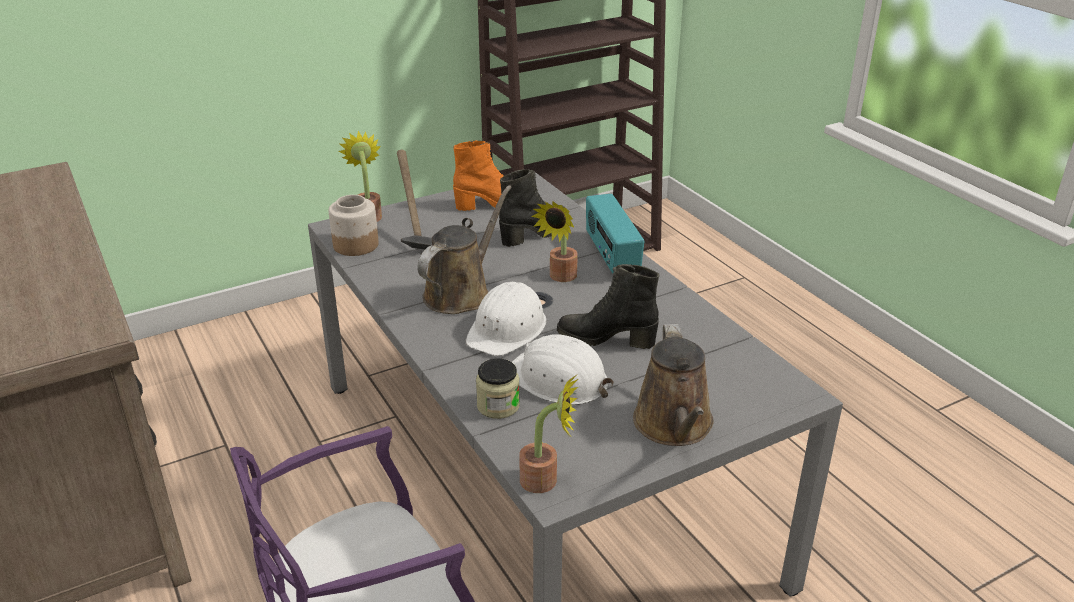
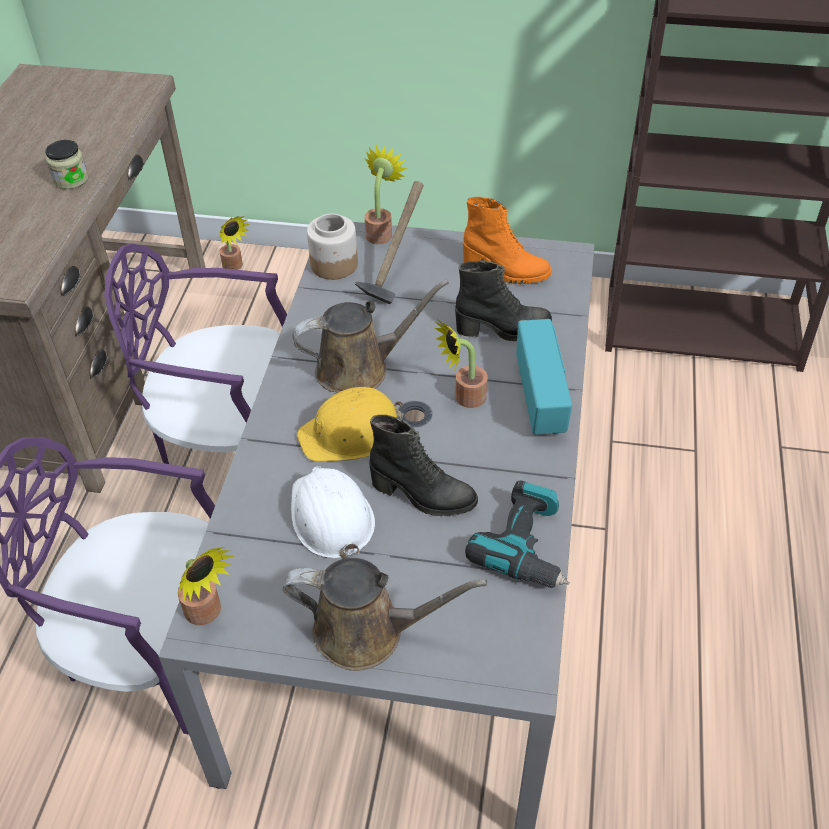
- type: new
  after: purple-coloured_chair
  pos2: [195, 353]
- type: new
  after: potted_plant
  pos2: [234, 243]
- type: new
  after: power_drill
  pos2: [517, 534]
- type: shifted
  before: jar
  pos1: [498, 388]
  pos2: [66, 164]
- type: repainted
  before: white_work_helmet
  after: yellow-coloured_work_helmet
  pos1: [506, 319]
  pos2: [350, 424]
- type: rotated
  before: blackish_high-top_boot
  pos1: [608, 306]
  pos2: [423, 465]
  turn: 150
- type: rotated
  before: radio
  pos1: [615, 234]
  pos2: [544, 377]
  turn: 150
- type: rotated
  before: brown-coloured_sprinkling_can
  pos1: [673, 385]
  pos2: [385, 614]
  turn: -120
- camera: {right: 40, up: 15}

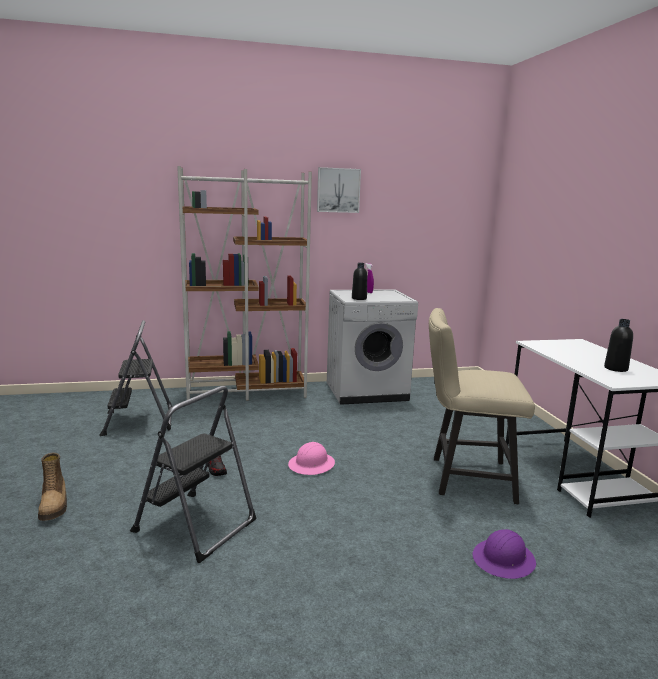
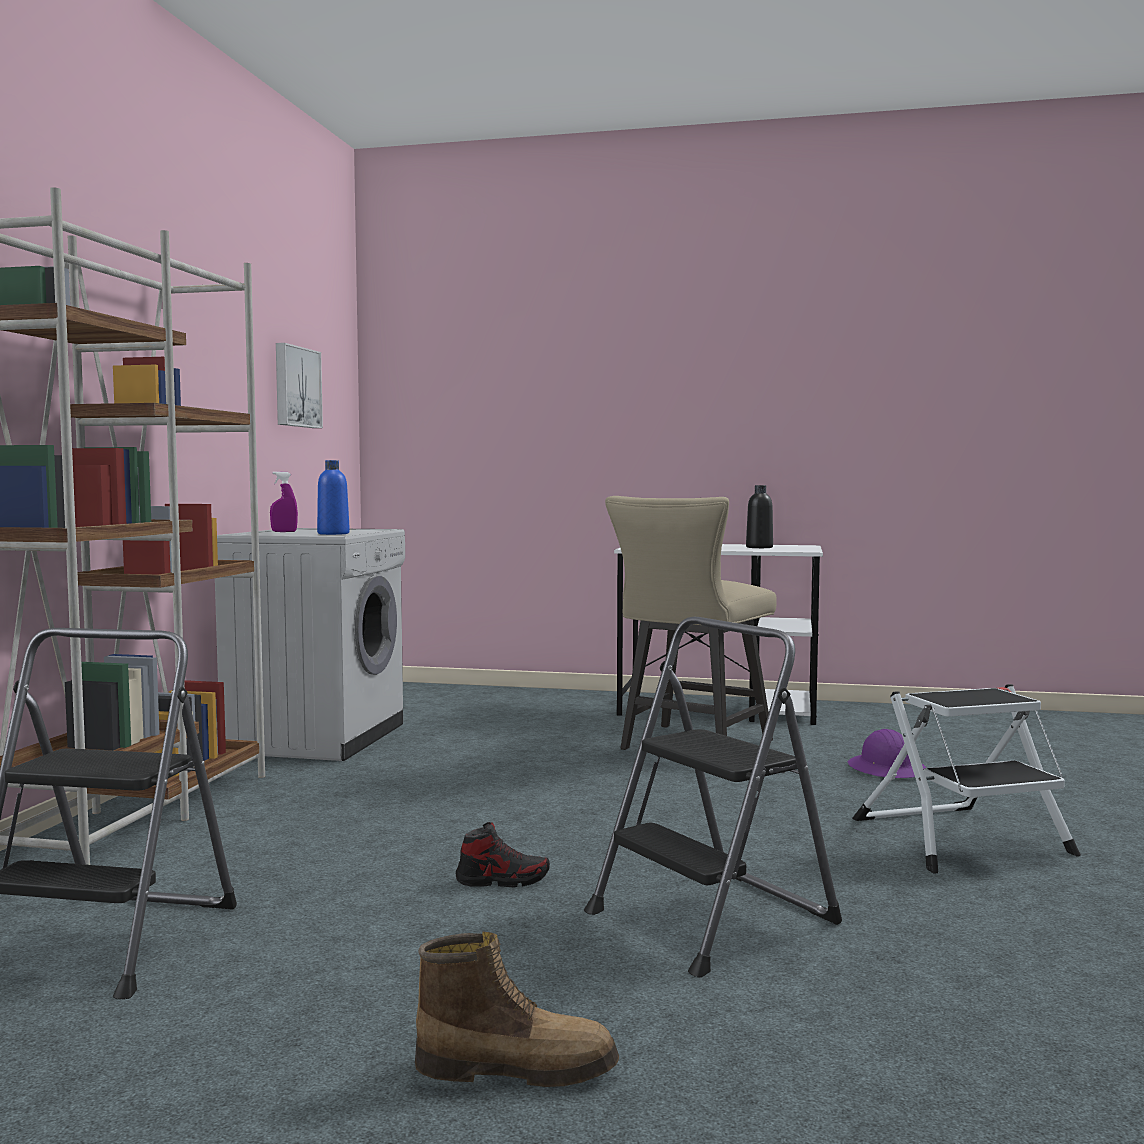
- type: gone
  before: pink-coloured_work_helmet
  pos1: [311, 458]
- type: new
  after: step_ladder
  pos2: [966, 779]
- type: shifted
  before: picture
  pos1: [339, 190]
  pos2: [299, 385]
- type: repainted
  before: blackish_drink_bottle
  after: blue_drink_bottle
  pos1: [359, 281]
  pos2: [333, 497]
- camera: {right: -65, up: -10}

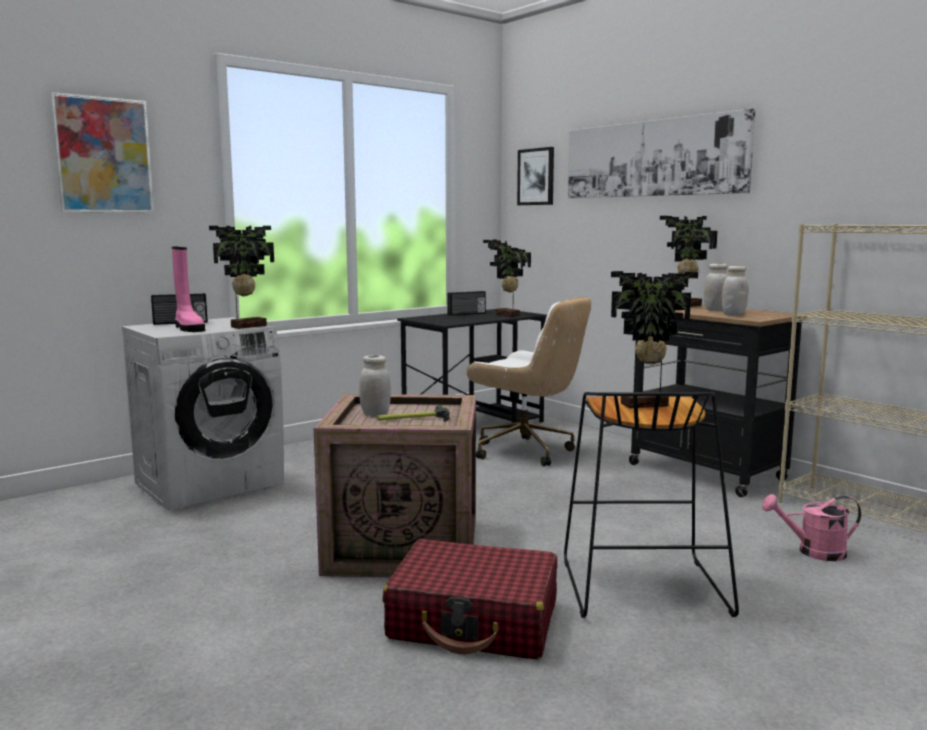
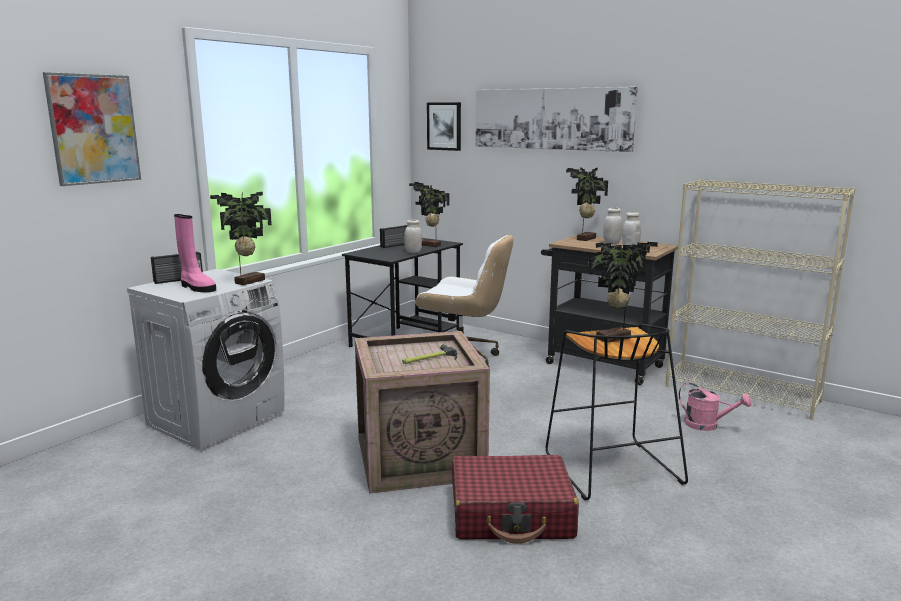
- type: shifted
  before: white_jar
  pos1: [375, 385]
  pos2: [413, 236]
- type: rotated
  before: pink-coloured_sprinkling_can
  pos1: [811, 527]
  pos2: [715, 407]
  turn: -135
- camera: {right: -15, up: 5}

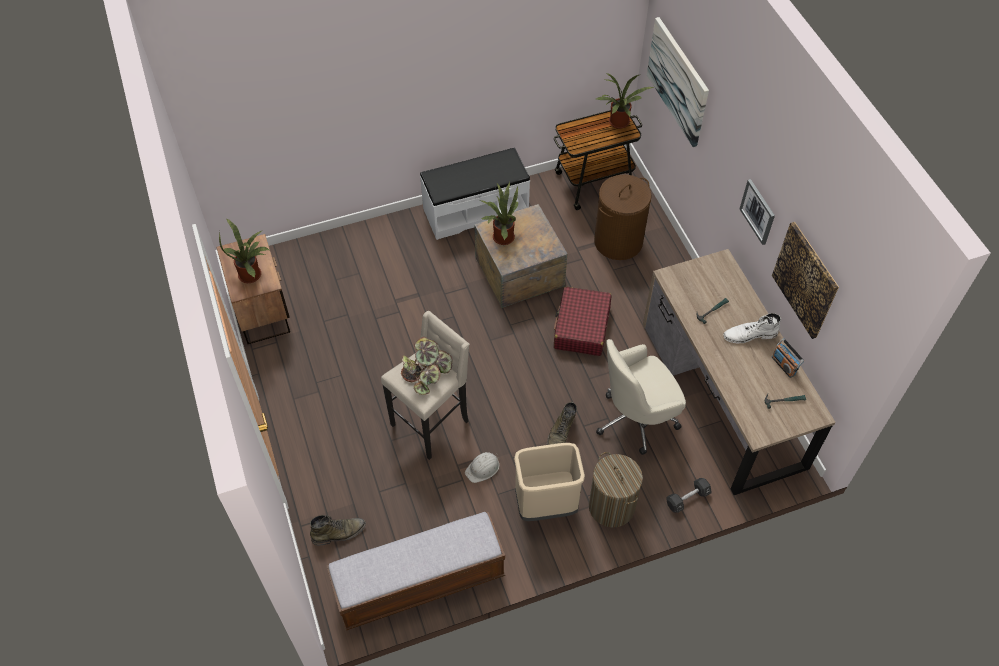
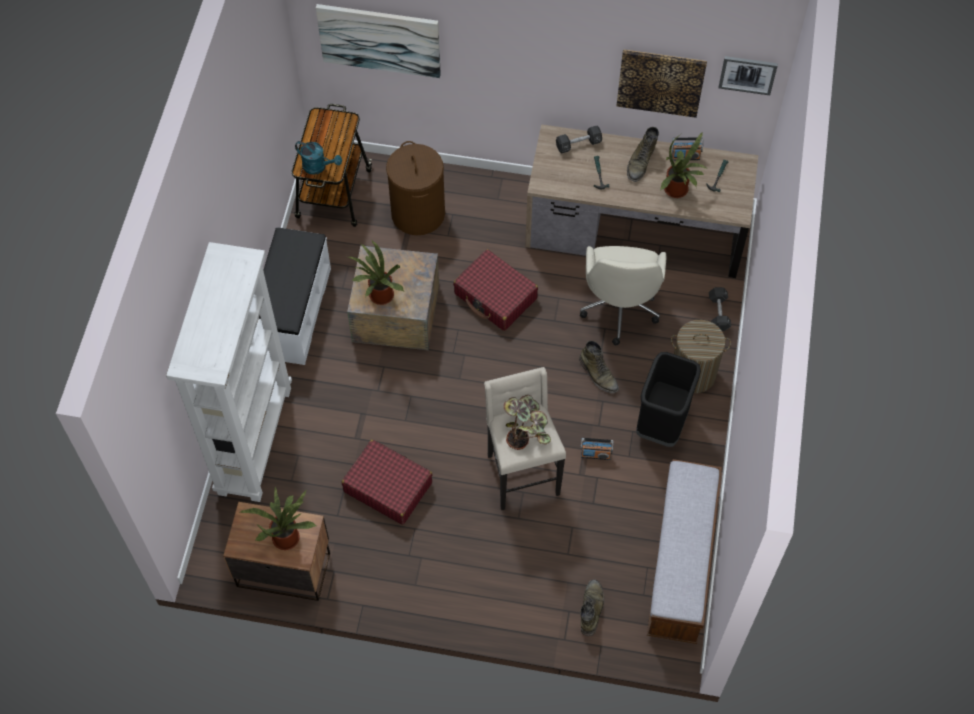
- type: new
  after: white_bookshelf
  pos2: [229, 372]
- type: new
  after: turquoise_sprinkling_can
  pos2: [318, 158]
- type: new
  after: red_suitcase
  pos2: [387, 482]
- type: new
  after: blackish_free_weight
  pos2: [579, 140]
- type: shifted
  before: potted_plant
  pos1: [625, 101]
  pos2: [684, 165]
- type: shifted
  before: picture
  pos1: [757, 212]
  pos2: [748, 75]
- type: swapped
  before: white_work_helmet
  after: radio
  pos1: [482, 467]
  pos2: [597, 449]
- type: repainted
  before: beige-coloured_waste_bin
  after: blackish_waste_bin
  pos1: [549, 482]
  pos2: [668, 399]
- type: repainted
  before: white_high-top_boot
  after: green_high-top_boot
  pos1: [752, 328]
  pos2: [643, 154]
- camera: {right: -60, up: 5}

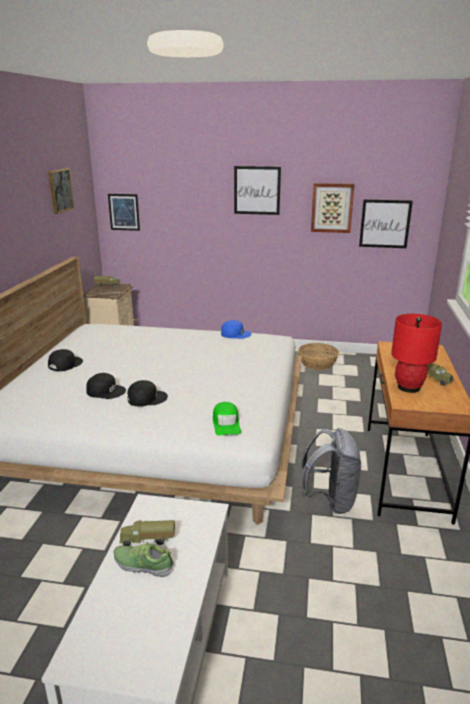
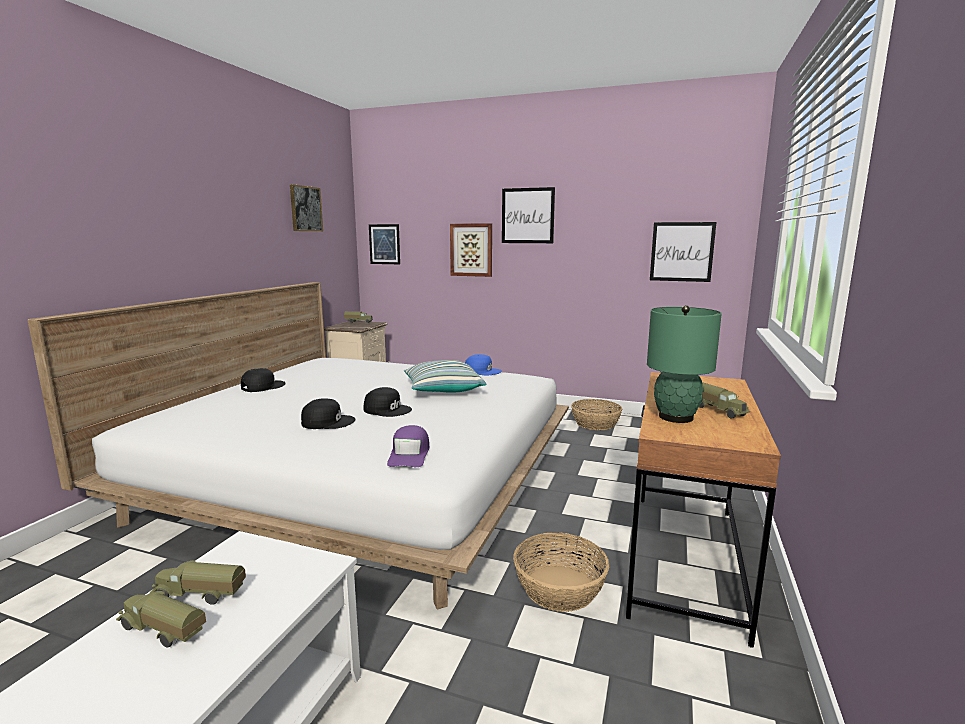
- type: new
  after: pillow
  pos2: [445, 376]
- type: shifted
  before: blackish_peaked_cap
  pos1: [106, 386]
  pos2: [387, 402]
- type: shifted
  before: picture
  pos1: [333, 208]
  pos2: [471, 250]
- type: swapped
  before: item_of_footwear
  after: toy_truck
  pos1: [144, 559]
  pos2: [161, 619]
- type: swapped
  before: grey_rucksack
  after: household_basket
  pos1: [331, 471]
  pos2: [561, 572]
- type: repainted
  before: green_peaked_cap
  after: purple-coloured_peaked_cap
  pos1: [227, 419]
  pos2: [408, 446]
- type: repainted
  before: red_tabletop_lamp
  after: green_tabletop_lamp
  pos1: [416, 353]
  pos2: [684, 364]
- camera: {right: 10, up: -10}

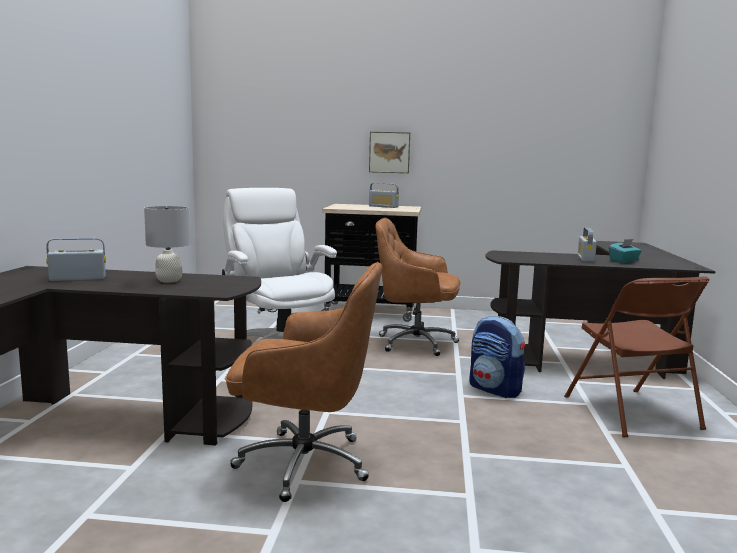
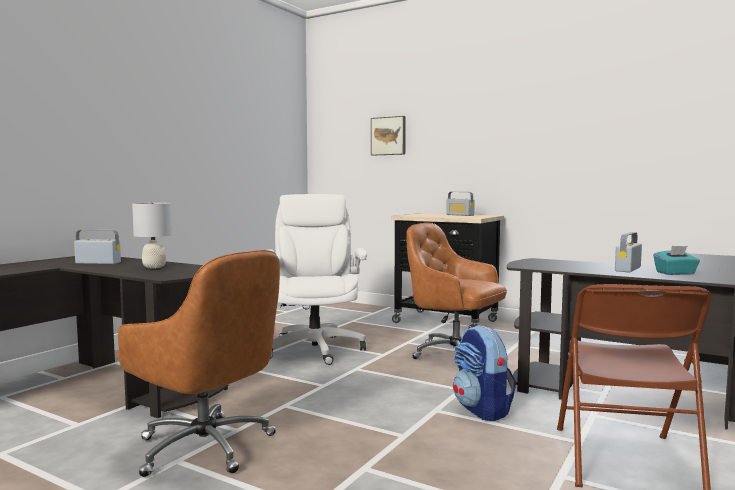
- type: shifted
  before: picture
  pos1: [389, 152]
  pos2: [388, 136]
- camera: {right: 25, up: -5}

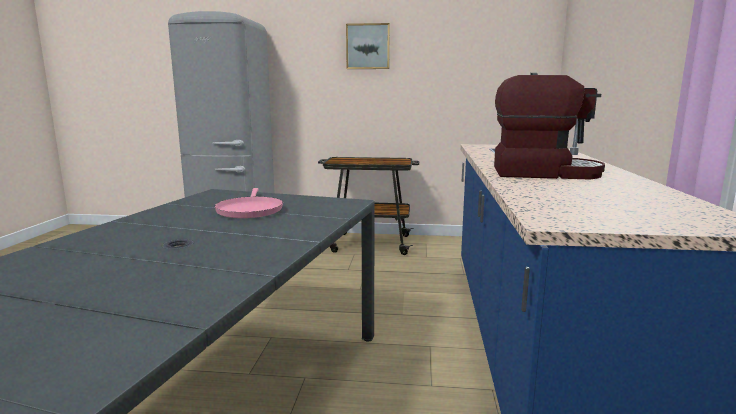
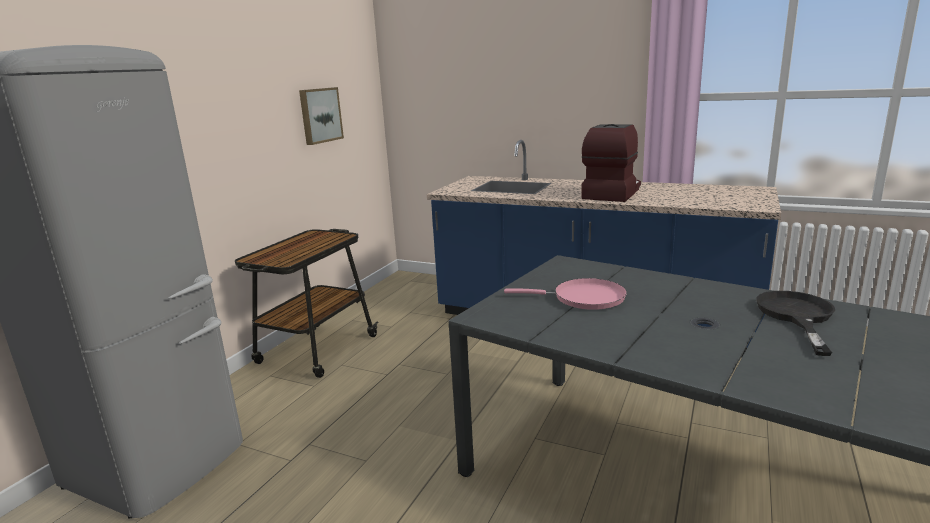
- type: new
  after: blackish_pan
  pos2: [795, 323]
- type: shifted
  before: picture
  pos1: [368, 46]
  pos2: [321, 116]
- camera: {right: -70, up: 5}

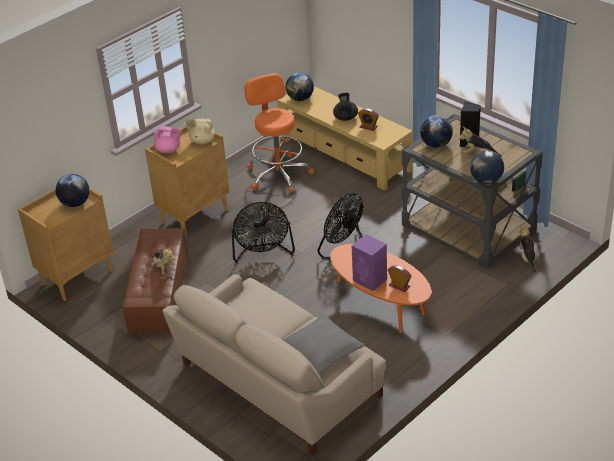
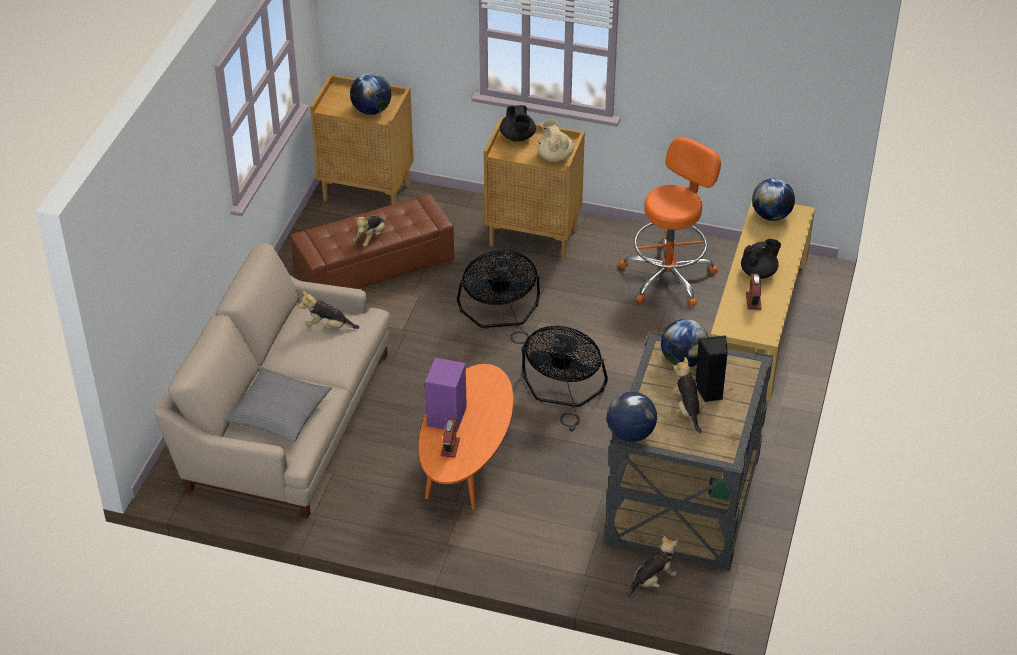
- type: new
  after: cuddly_toy
  pos2: [329, 310]
- type: repainted
  before: pink-coloured_pot_for_tea
  after: blackish_pot_for_tea
  pos1: [168, 139]
  pos2: [518, 123]
- type: rotated
  before: blackish_cooling_fan
  pos1: [263, 232]
  pos2: [498, 298]
  turn: 120
- camera: {right: 60, up: 5}

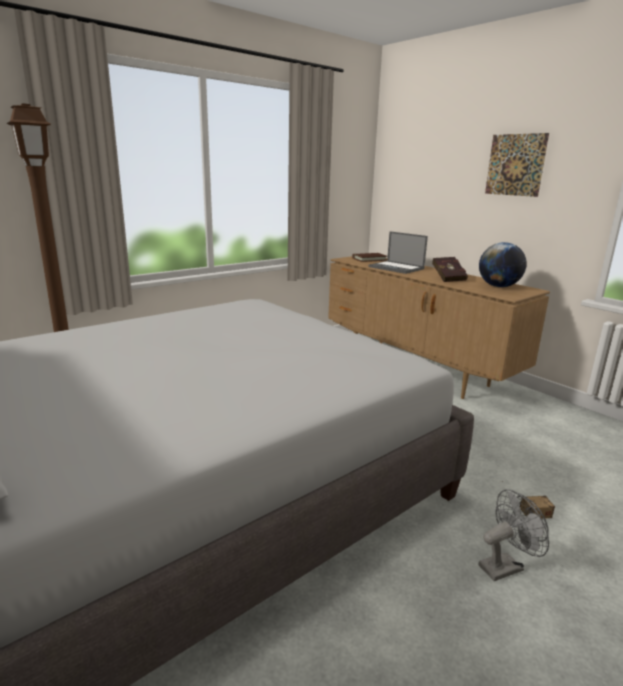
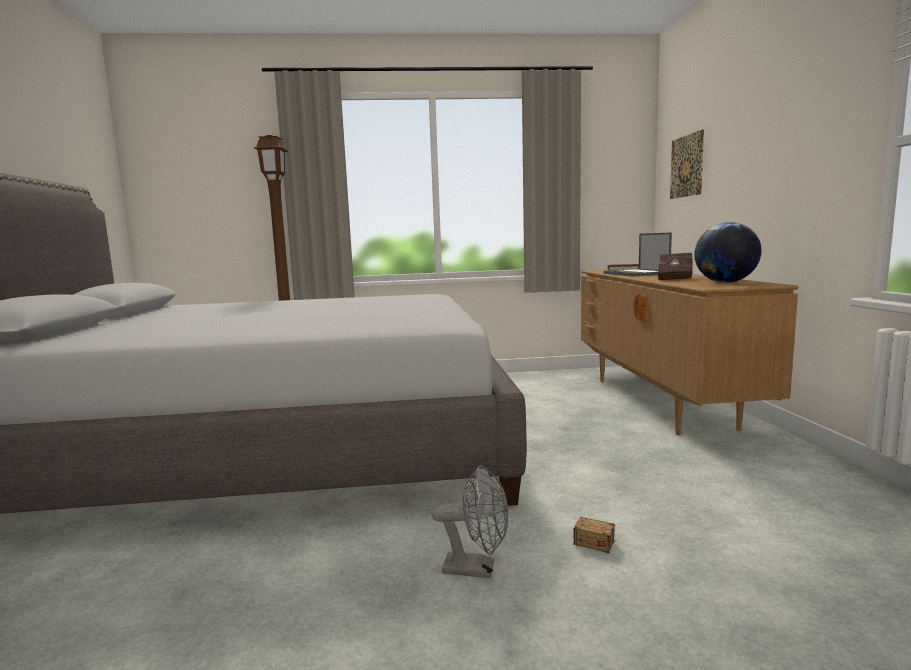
- type: shifted
  before: picture
  pos1: [517, 165]
  pos2: [687, 164]
- camera: {right: 35, up: -10}

